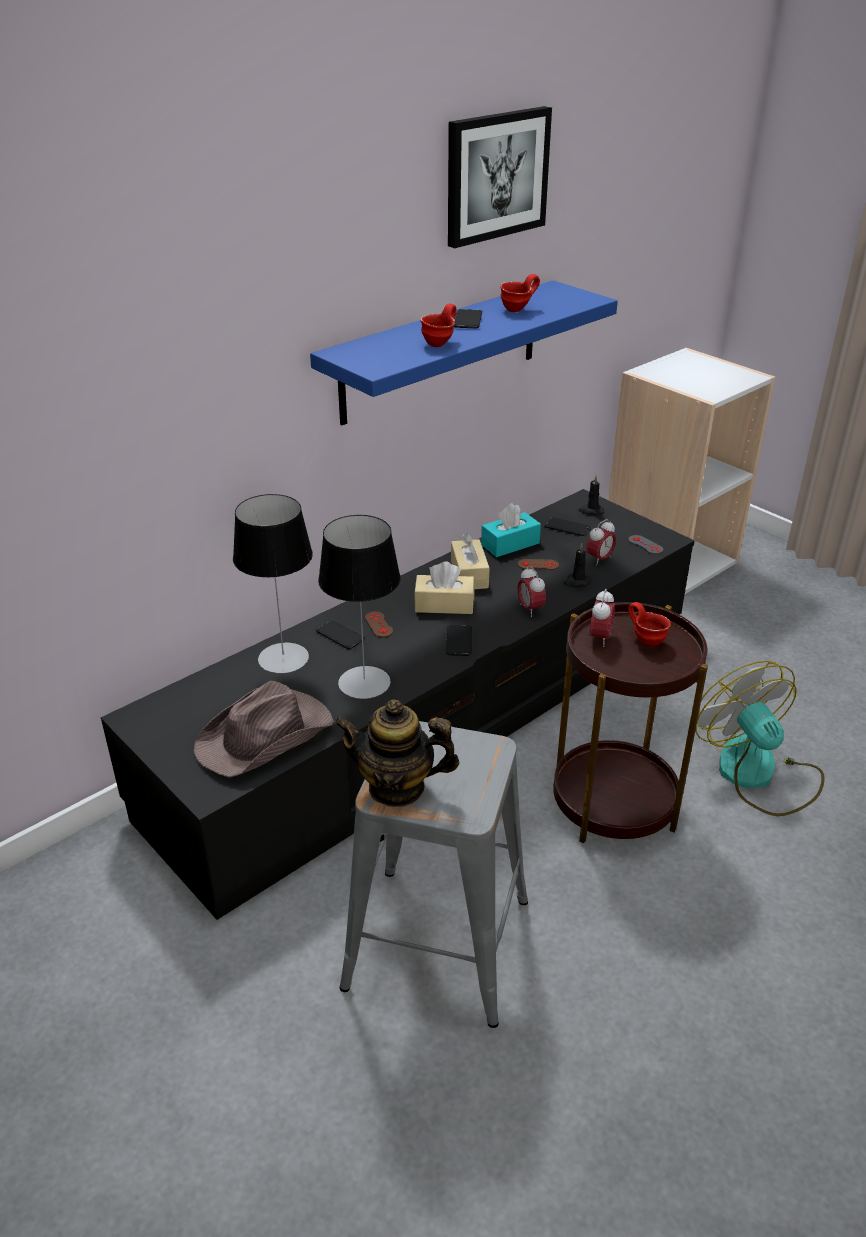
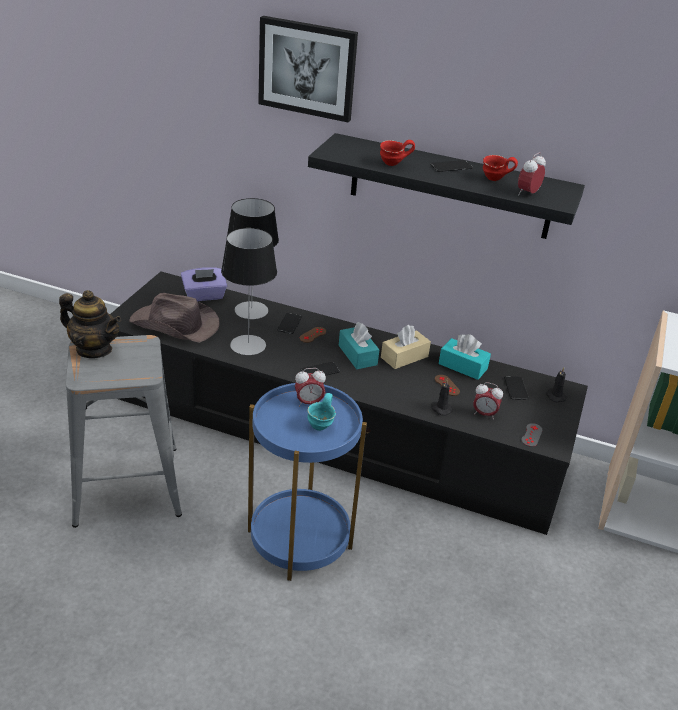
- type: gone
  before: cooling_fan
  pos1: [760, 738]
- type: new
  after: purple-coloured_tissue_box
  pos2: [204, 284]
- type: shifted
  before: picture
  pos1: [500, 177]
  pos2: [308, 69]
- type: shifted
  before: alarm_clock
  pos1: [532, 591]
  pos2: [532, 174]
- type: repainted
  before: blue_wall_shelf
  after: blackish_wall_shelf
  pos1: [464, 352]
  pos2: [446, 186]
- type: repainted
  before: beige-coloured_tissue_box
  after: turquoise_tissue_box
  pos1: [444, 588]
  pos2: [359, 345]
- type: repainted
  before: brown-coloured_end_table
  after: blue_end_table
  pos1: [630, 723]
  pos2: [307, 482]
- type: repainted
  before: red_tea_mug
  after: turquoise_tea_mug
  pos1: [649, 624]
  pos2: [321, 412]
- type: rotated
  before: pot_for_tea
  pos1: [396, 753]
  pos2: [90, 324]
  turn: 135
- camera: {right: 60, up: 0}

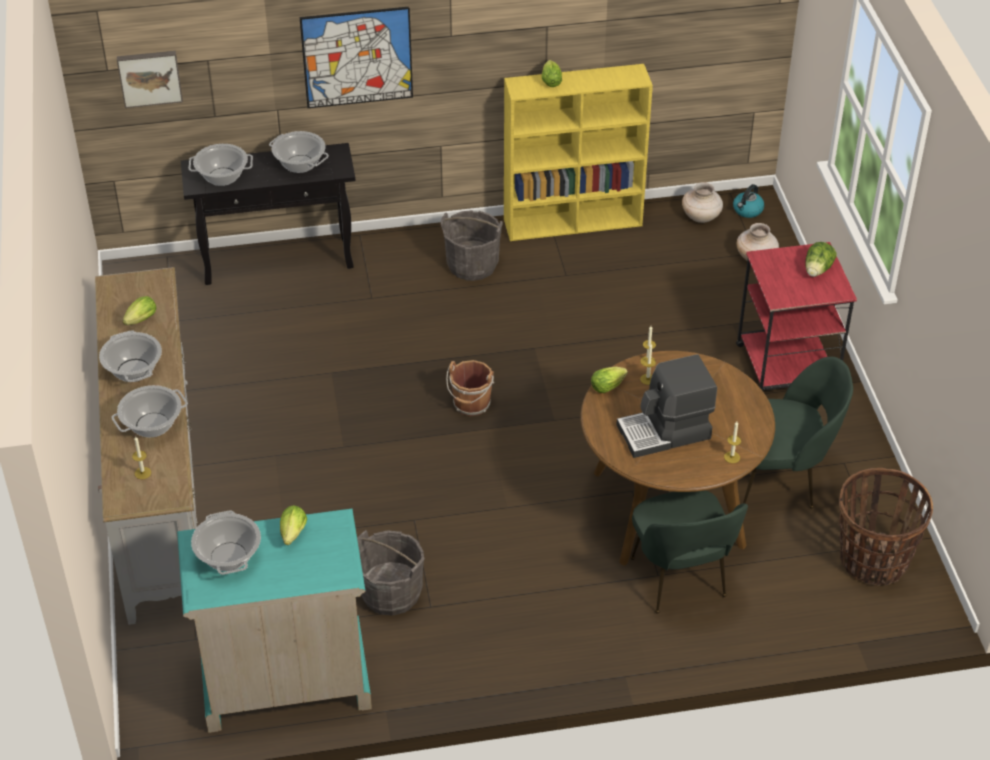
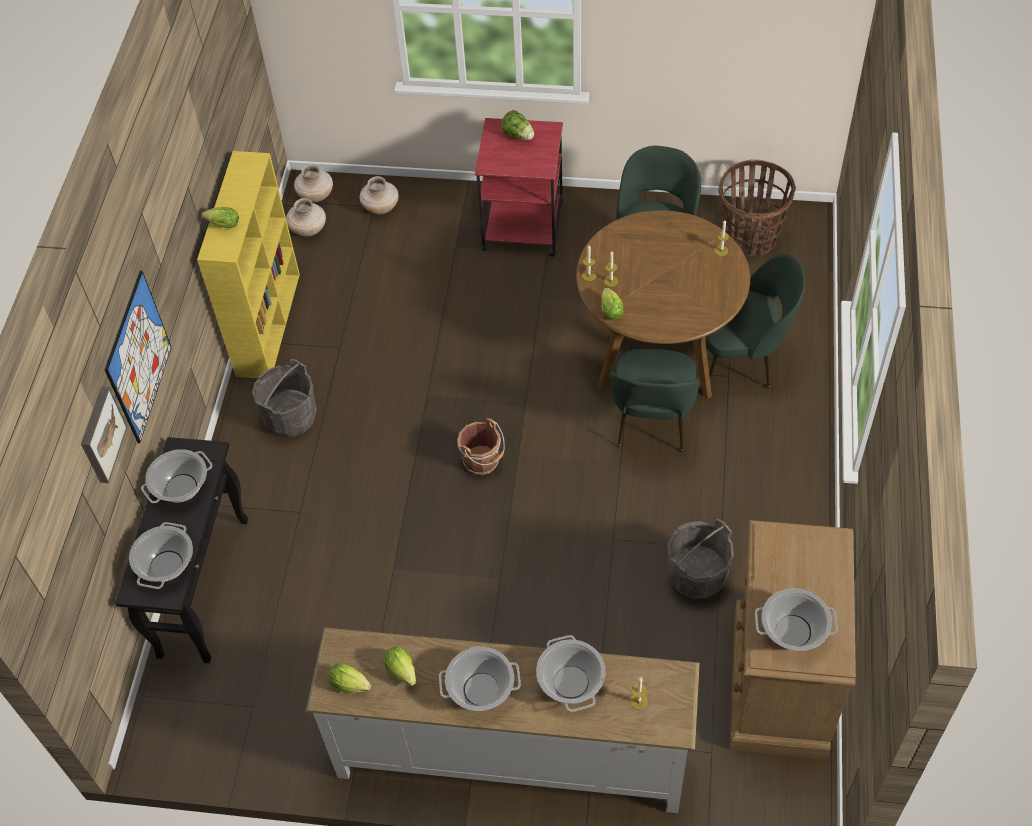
- type: gone
  before: coffee_machine
  pos1: [667, 406]
- type: new
  after: green_chair
  pos2: [654, 400]
- type: shifted
  before: picture
  pos1: [150, 79]
  pos2: [104, 435]
- type: shifted
  before: head_of_lettuce
  pos1: [293, 525]
  pos2: [349, 678]
- type: swapped
  before: water_kettle
  after: beige-coloured_flower_vase
  pos1: [748, 201]
  pos2: [313, 183]
- type: repainted
  before: turquoise_drawer_chest
  after: brown-coloured_drawer_chest
  pos1: [274, 621]
  pos2: [792, 640]
- camera: {right: -70, up: 10}

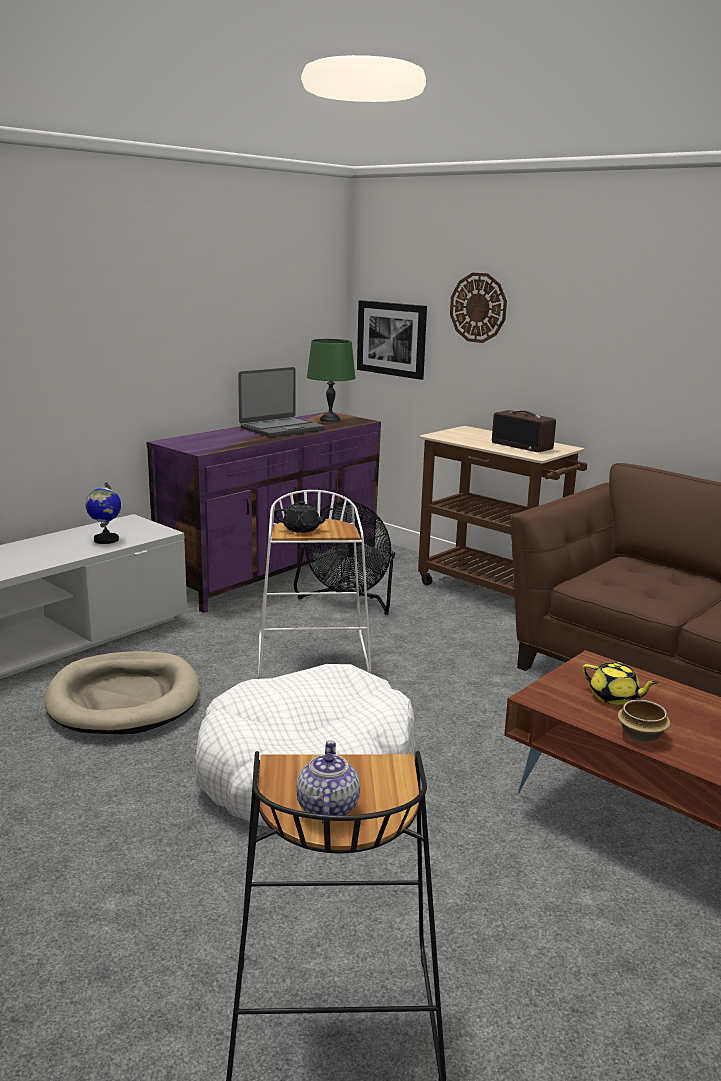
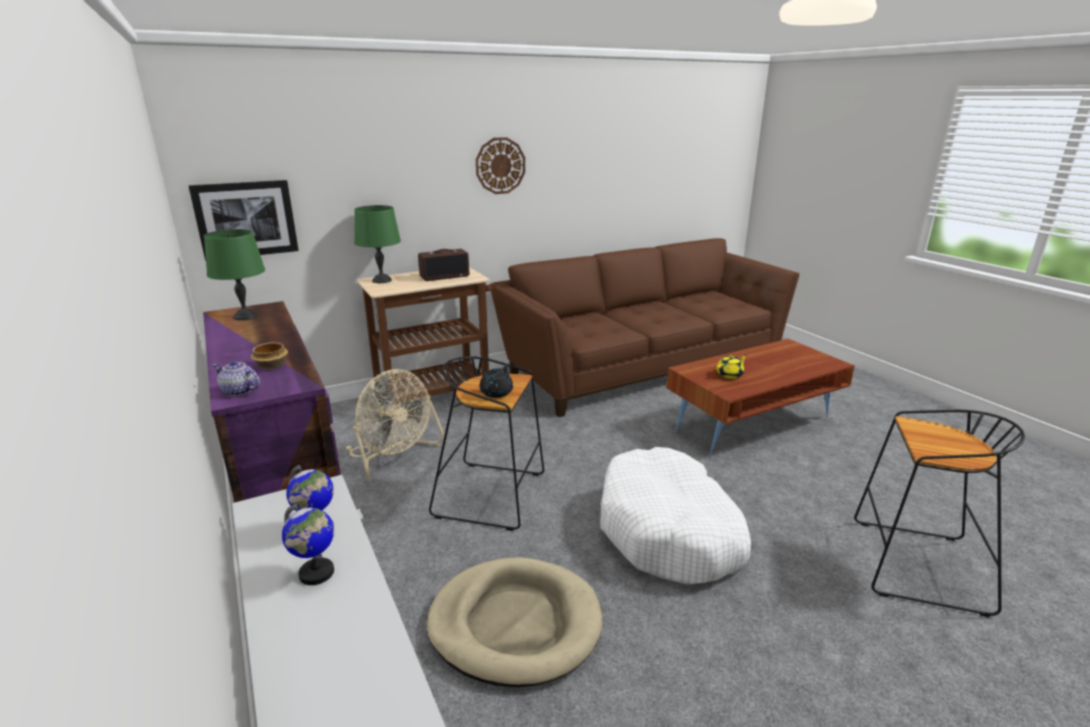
- type: gone
  before: portable_computer
  pos1: [281, 402]
- type: new
  after: globe
  pos2: [308, 544]
- type: new
  after: green_tabletop_lamp
  pos2: [377, 244]
- type: shifted
  before: pot_for_tea
  pos1: [328, 782]
  pos2: [236, 378]
- type: shifted
  before: wall_clock
  pos1: [478, 308]
  pos2: [500, 165]
- type: shifted
  before: serving_bowl
  pos1: [644, 721]
  pos2: [269, 356]
- type: repainted
  before: white_stool_seat
  after: blackish_stool_seat
  pos1: [314, 583]
  pos2: [486, 443]
- type: repainted
  before: blackish_cooling_fan
  after: beige-coloured_cooling_fan
  pos1: [344, 558]
  pos2: [395, 425]
- camera: {right: -70, up: 5}

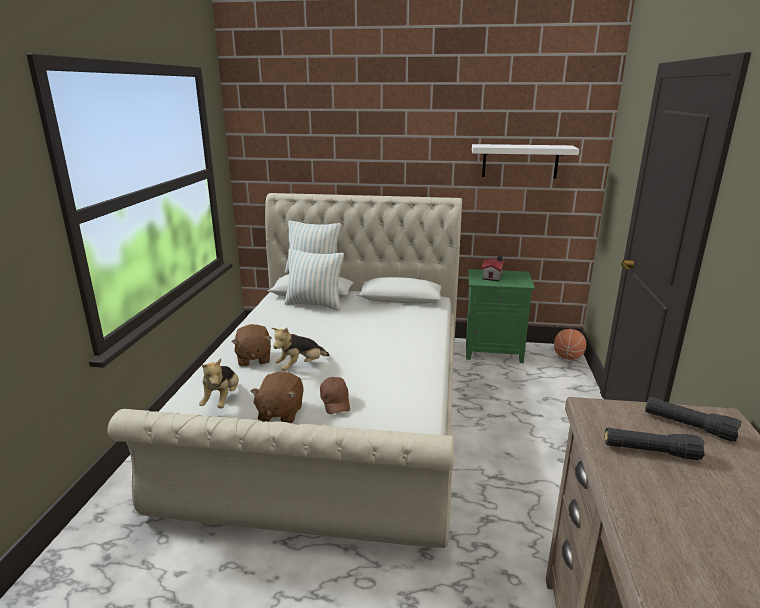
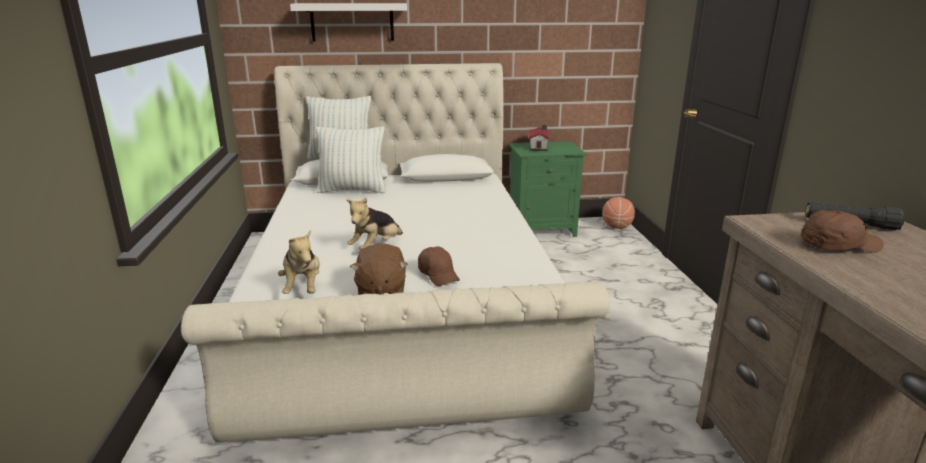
- type: gone
  before: brown-coloured_cuddly_toy
  pos1: [252, 345]
- type: shifted
  before: white_wall_shelf
  pos1: [525, 161]
  pos2: [348, 22]
- type: swapped
  before: blackish_torch
  after: brown-coloured_peaked_cap
  pos1: [655, 444]
  pos2: [842, 231]
- camera: {right: -15, up: 0}

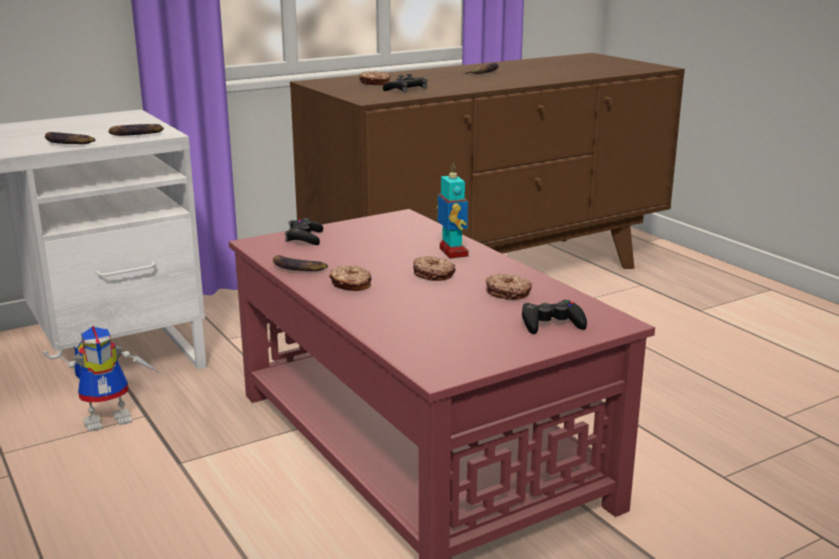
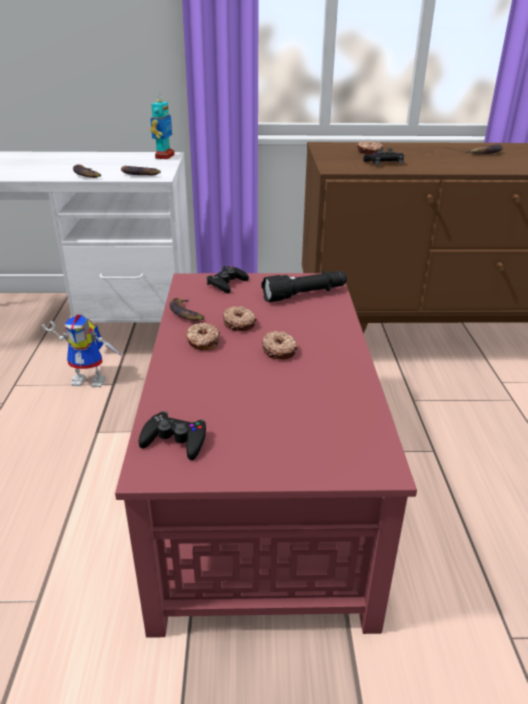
- type: new
  after: blackish_torch
  pos2: [304, 286]
- type: shifted
  before: robot_figure
  pos1: [453, 211]
  pos2: [162, 125]
- type: shifted
  before: ring_doughnut
  pos1: [509, 287]
  pos2: [240, 318]
- type: shifted
  before: blackish_joypad
  pos1: [554, 317]
  pos2: [172, 435]
- camera: {right: 30, up: 10}

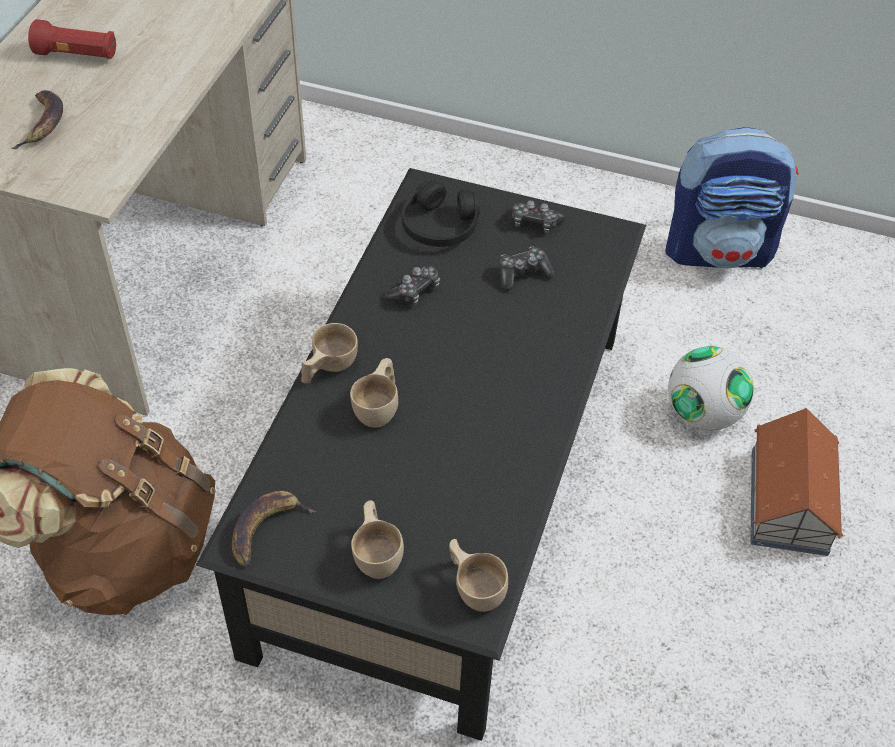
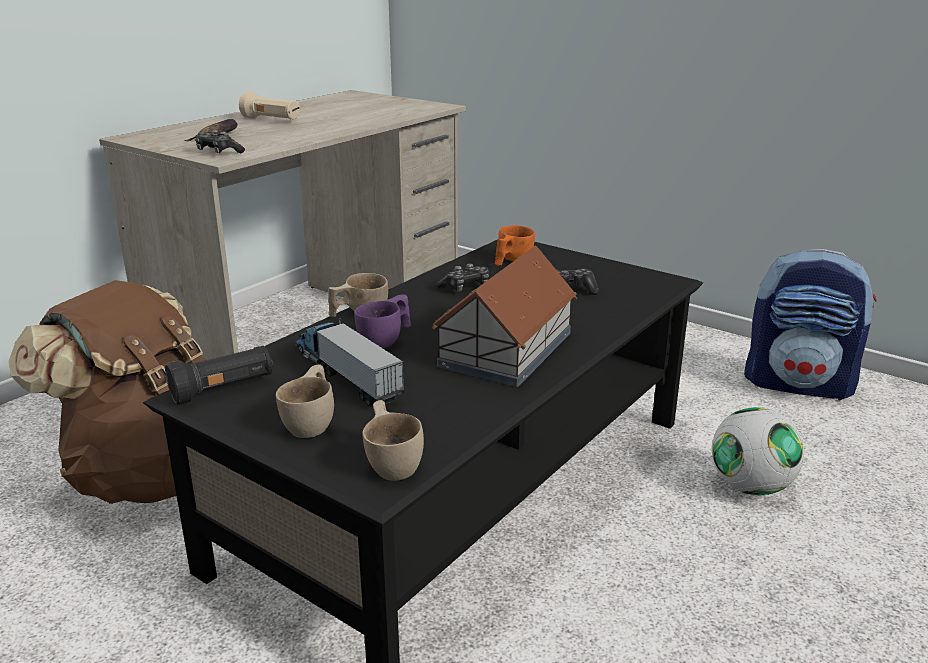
- type: new
  after: toy_truck
  pos2: [349, 362]
- type: shifted
  before: joypad
  pos1: [538, 216]
  pos2: [220, 141]
- type: shifted
  before: toy_house
  pos1: [796, 482]
  pos2: [504, 316]
- type: swapped
  before: banana
  after: blackish_torch
  pos1: [274, 529]
  pos2: [219, 375]
- type: swapped
  before: blackish_pair_of_headphones
  after: orange-coloured_small_cup
  pos1: [441, 214]
  pos2: [515, 245]
- type: repainted
  before: red_torch
  after: beige-coloured_torch
  pos1: [72, 39]
  pos2: [269, 106]
- type: repainted
  before: beige-coloured_small_cup
  after: purple-coloured_small_cup
  pos1: [374, 393]
  pos2: [382, 321]
- camera: {right: 20, up: -25}

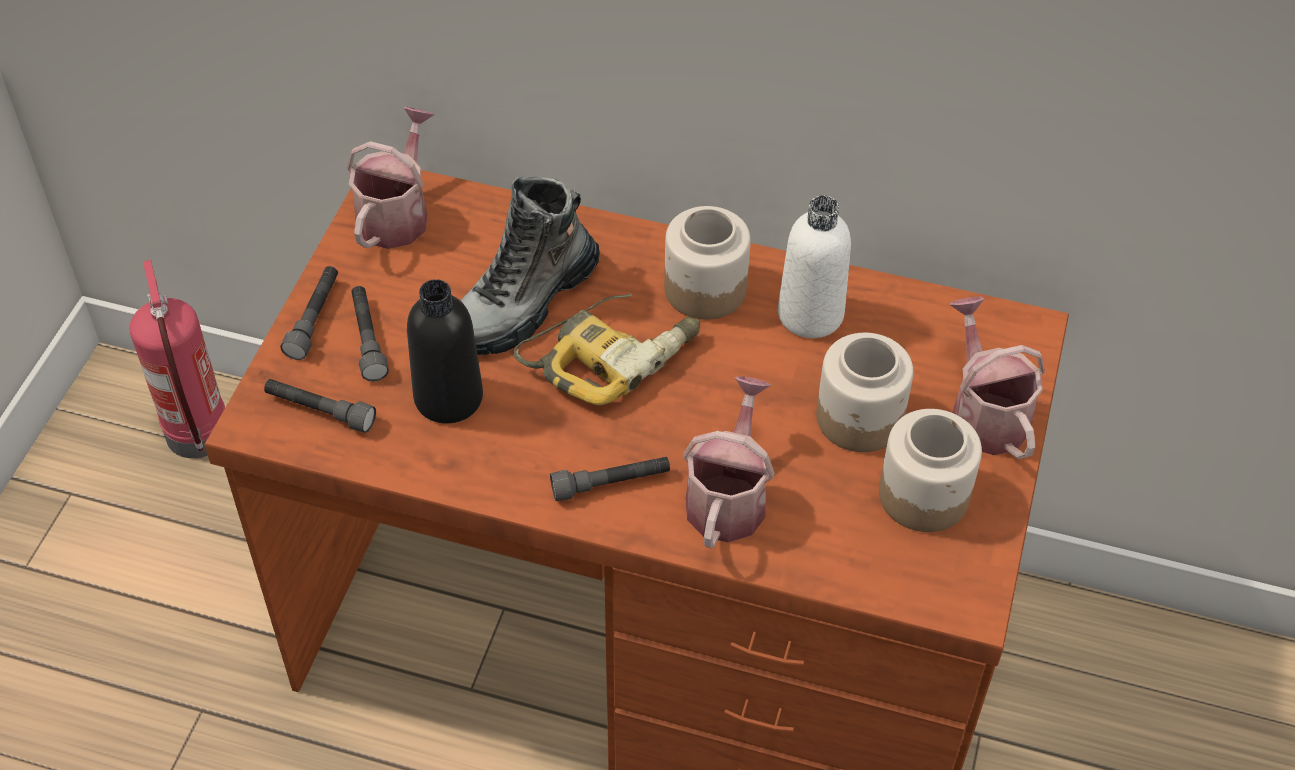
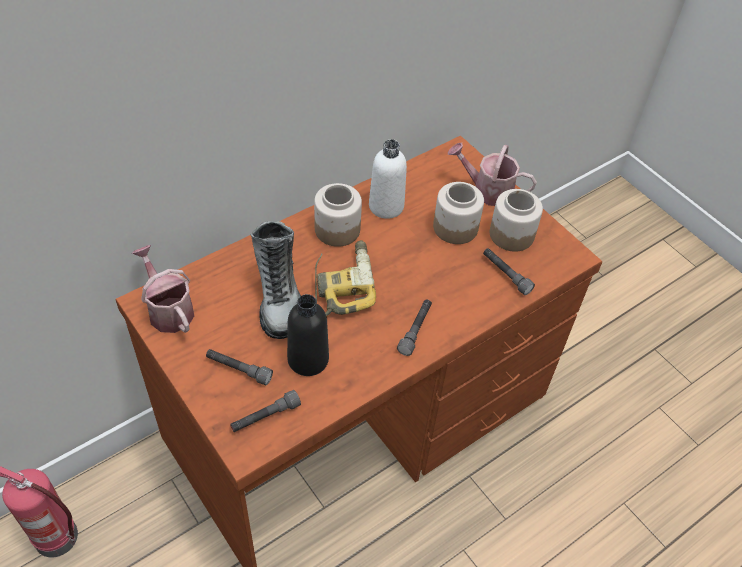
- type: gone
  before: sprinkling_can
  pos1: [729, 462]
- type: shifted
  before: grey_torch
  pos1: [309, 313]
  pos2: [509, 271]
- camera: {right: -55, up: 0}

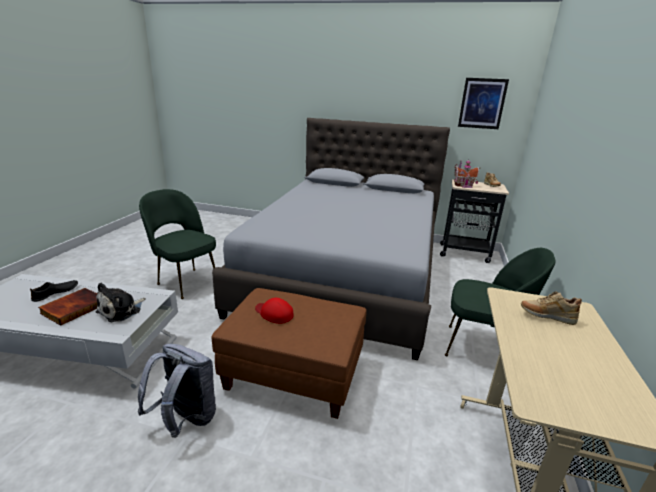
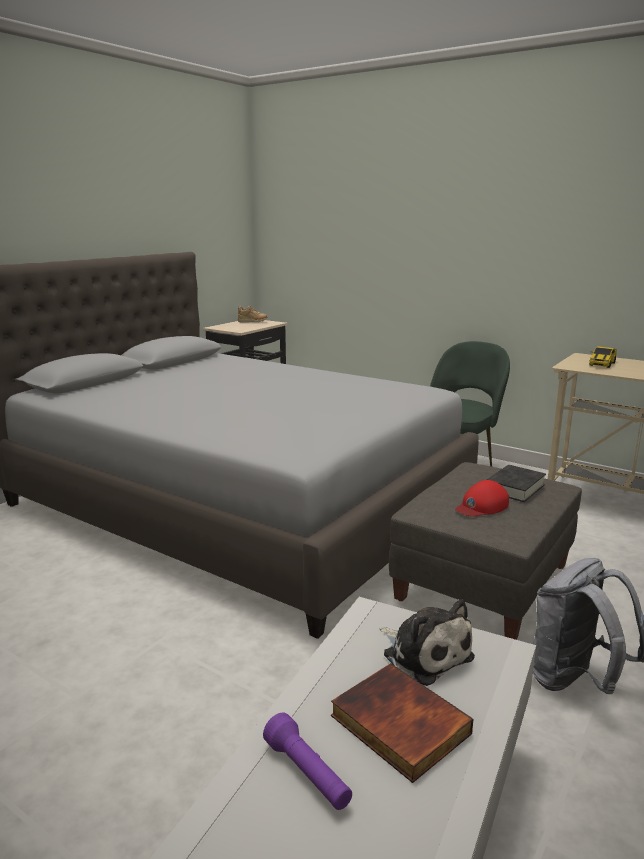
- type: gone
  before: green_chair
  pos1: [177, 244]
- type: gone
  before: toy_house
  pos1: [467, 174]
- type: gone
  before: picture
  pos1: [483, 103]
- type: new
  after: blackish_volume
  pos2: [516, 483]
- type: swapped
  before: blackish_item_of_footwear
  after: purple-coloured_torch
  pos1: [54, 291]
  pos2: [307, 761]
- type: swapped
  before: beige-coloured_item_of_footwear
  after: miniature_car
  pos1: [551, 308]
  pos2: [603, 357]
- type: repainted
  before: brown-coloured_footrest
  after: grey_footrest
  pos1: [289, 353]
  pos2: [485, 551]
- camera: {right: -70, up: -5}

